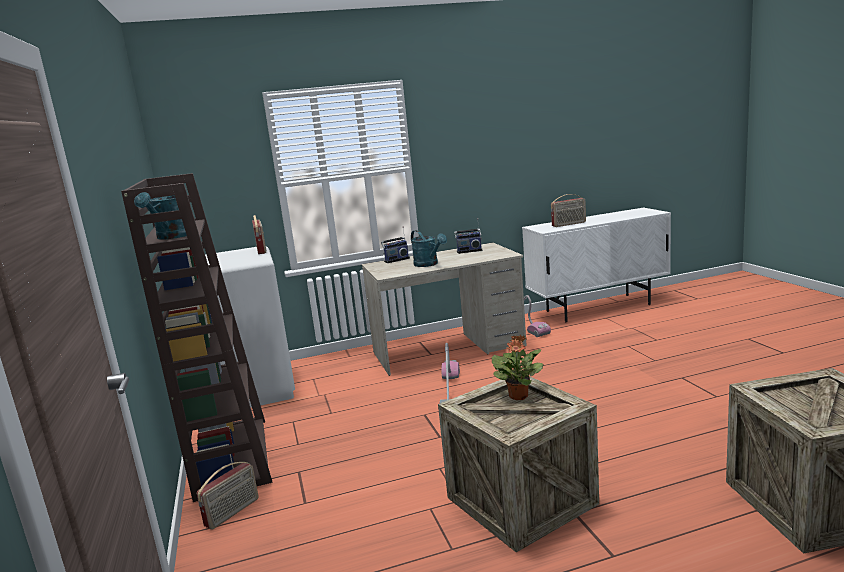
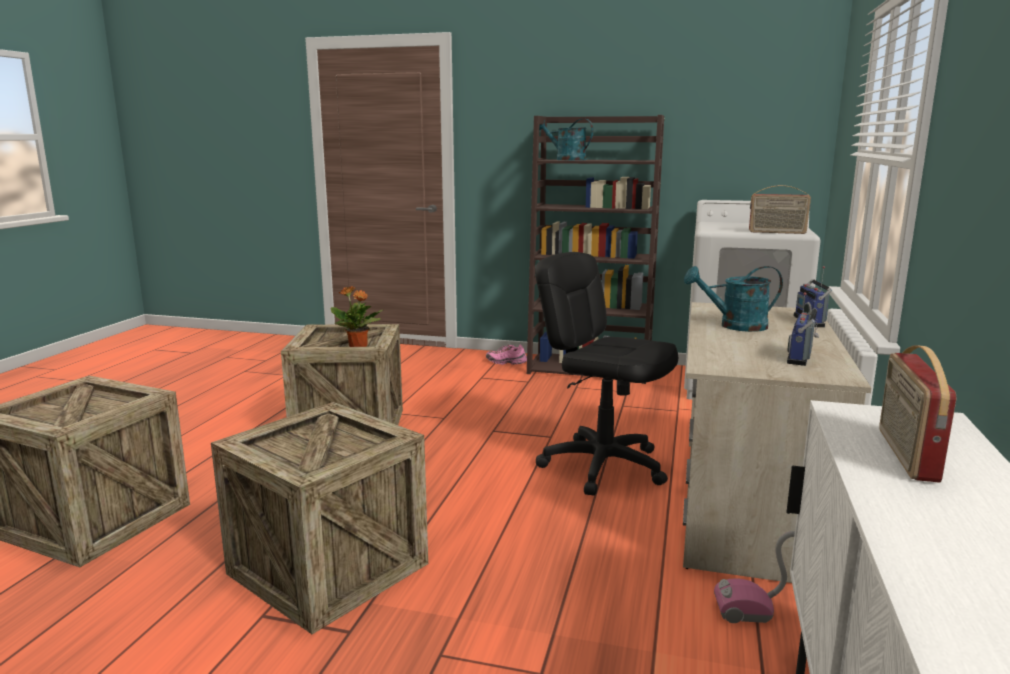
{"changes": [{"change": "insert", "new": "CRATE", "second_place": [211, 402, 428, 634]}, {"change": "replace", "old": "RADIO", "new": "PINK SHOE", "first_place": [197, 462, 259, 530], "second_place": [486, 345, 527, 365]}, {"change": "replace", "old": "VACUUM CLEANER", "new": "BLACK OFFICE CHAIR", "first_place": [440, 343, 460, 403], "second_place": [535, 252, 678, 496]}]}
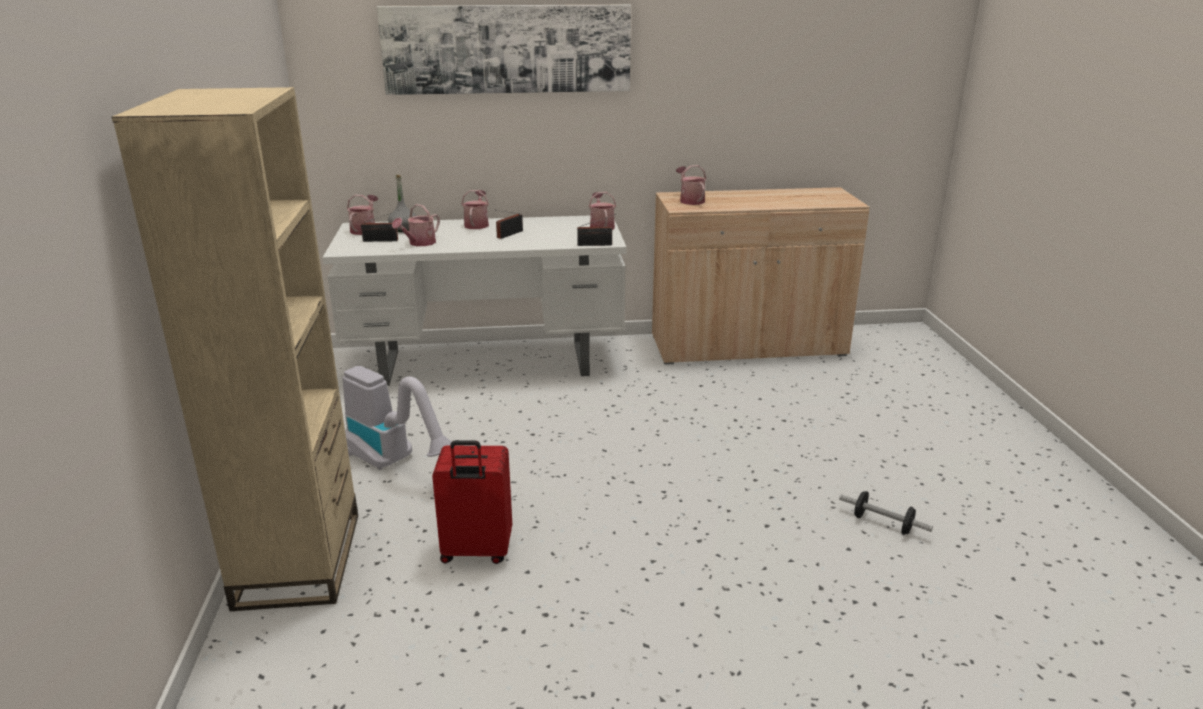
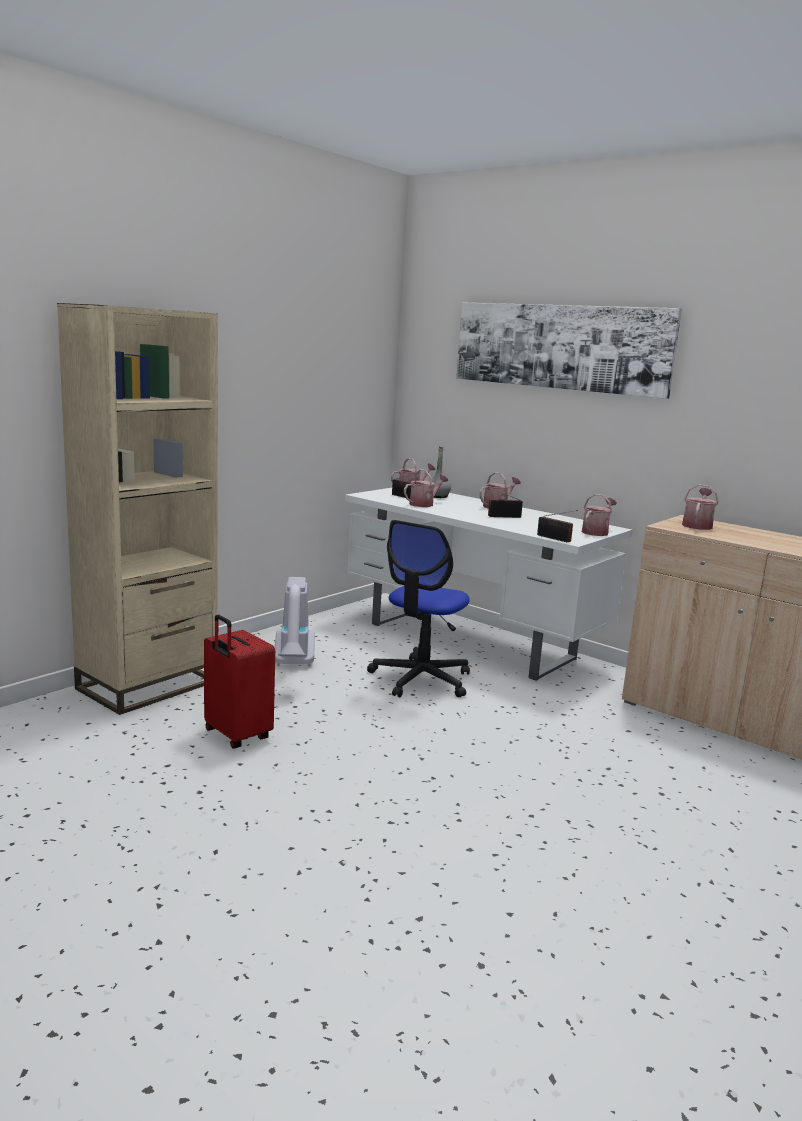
{"changes": [{"change": "delete", "old": "DUMBBELL", "first_place": [839, 491, 933, 535]}, {"change": "insert", "new": "OFFICE CHAIR", "second_place": [367, 520, 470, 697]}, {"change": "rotate", "old": "WATERING CAN", "first_place": [392, 204, 440, 246], "second_place": [404, 469, 448, 507], "degrees": 150}]}
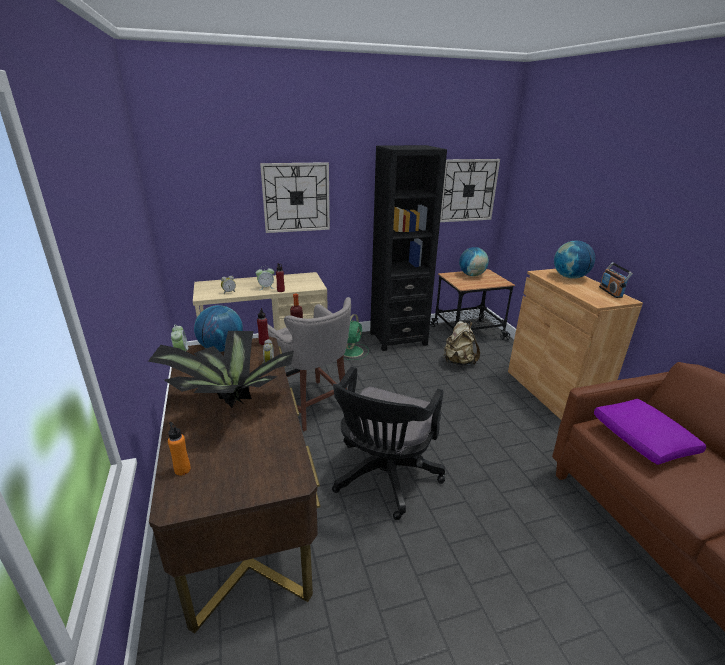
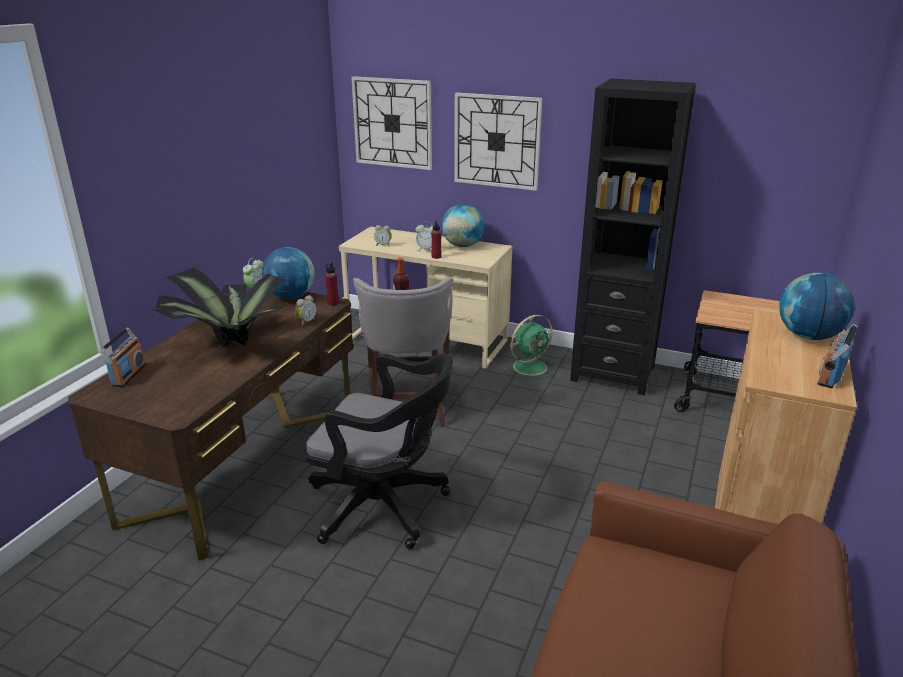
{"changes": [{"change": "delete", "old": "BEIGE BACKPACK", "first_place": [443, 321, 480, 365]}, {"change": "delete", "old": "PURPLE PILLOW", "first_place": [594, 399, 706, 465]}, {"change": "move", "old": "WALL CLOCK", "first_place": [440, 159, 500, 222], "second_place": [351, 76, 432, 170]}, {"change": "move", "old": "GLOBE", "first_place": [459, 247, 489, 276], "second_place": [442, 204, 485, 247]}, {"change": "replace", "old": "ORANGE BOTTLE", "new": "RADIO", "first_place": [168, 422, 191, 476], "second_place": [99, 327, 146, 387]}, {"change": "rotate", "old": "BLACK OFFICE CHAIR", "first_place": [332, 367, 445, 520], "second_place": [305, 353, 453, 549], "degrees": -135}]}
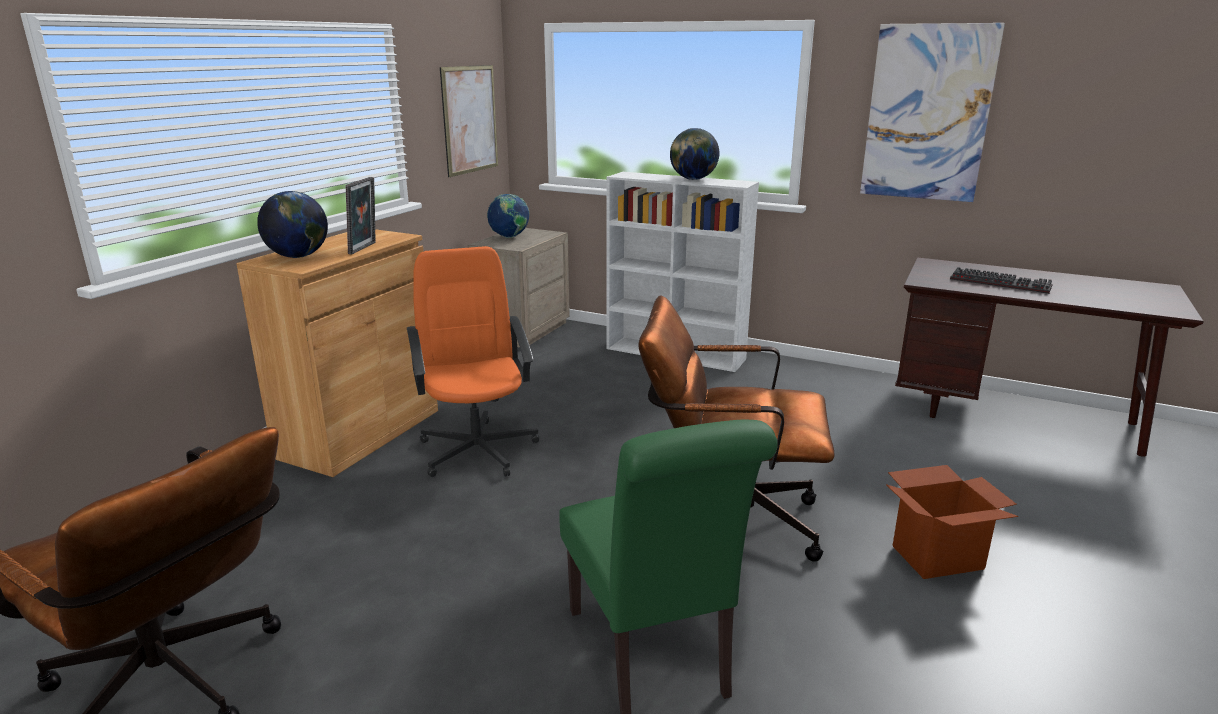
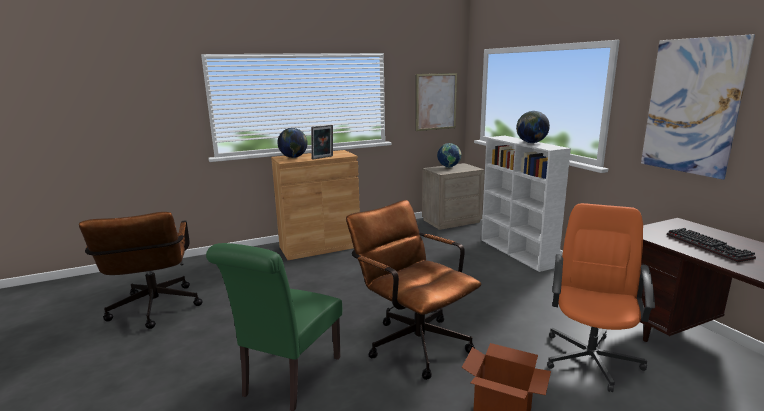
{"changes": [{"change": "move", "old": "ORANGE OFFICE CHAIR", "first_place": [407, 246, 539, 477], "second_place": [547, 203, 655, 392]}]}
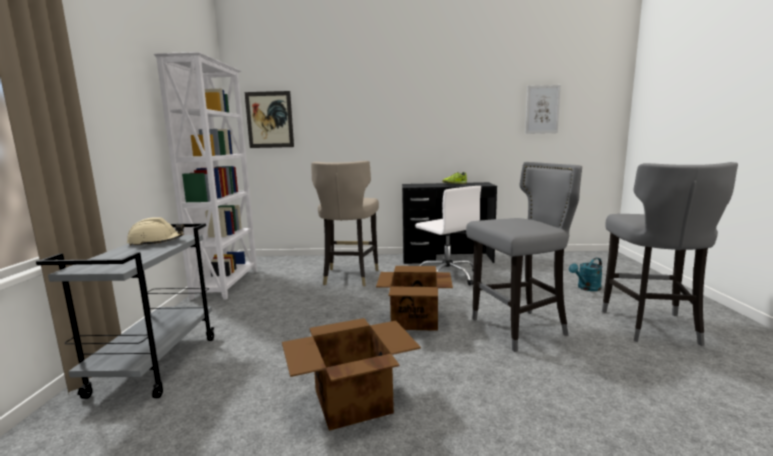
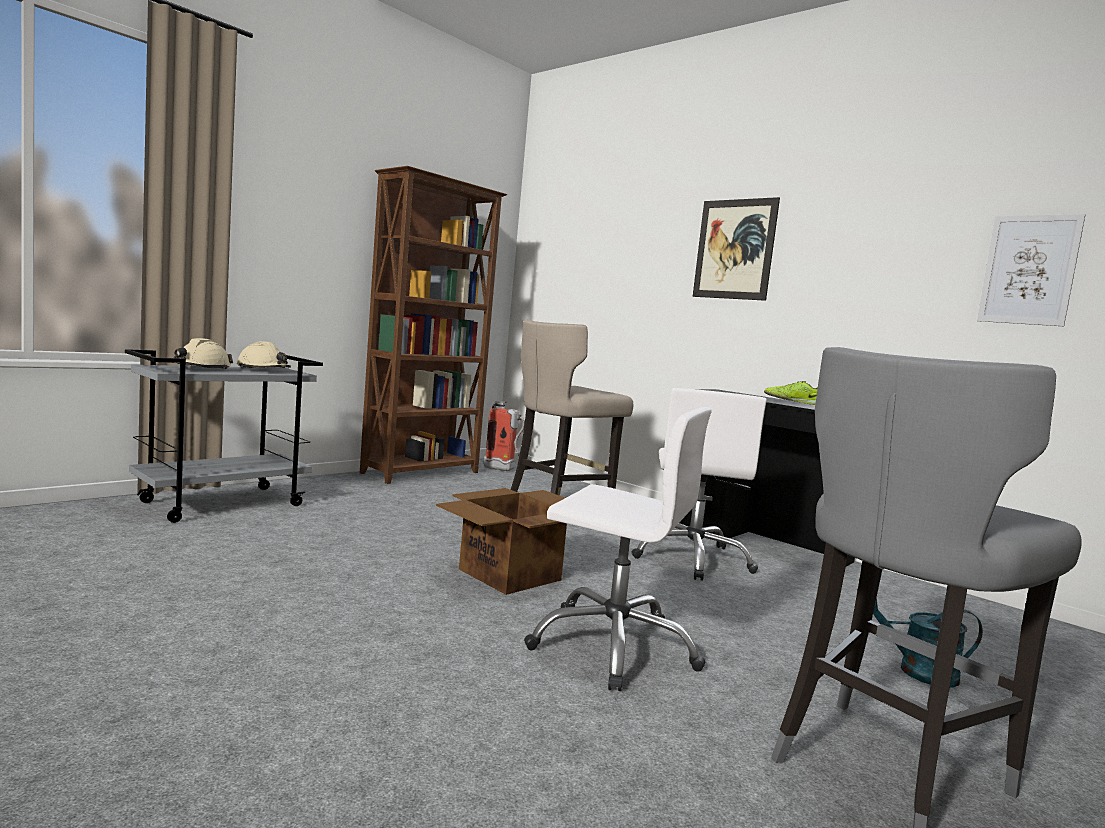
{"changes": [{"change": "delete", "old": "CARDBOARD BOX", "first_place": [282, 318, 421, 431]}, {"change": "insert", "new": "BEIGE HARD HAT", "second_place": [171, 338, 233, 370]}, {"change": "insert", "new": "FIRE EXTINGUISHER", "second_place": [484, 401, 525, 471]}, {"change": "move", "old": "PICTURE", "first_place": [245, 91, 294, 148], "second_place": [693, 197, 780, 301]}, {"change": "replace", "old": "GREY STOOL", "new": "WHITE OFFICE CHAIR", "first_place": [466, 162, 582, 352], "second_place": [524, 407, 712, 691]}, {"change": "recolor", "old": "WHITE BOOKCASE", "new": "BROWN BOOKCASE", "first_place": [154, 52, 257, 300], "second_place": [360, 166, 507, 484]}]}
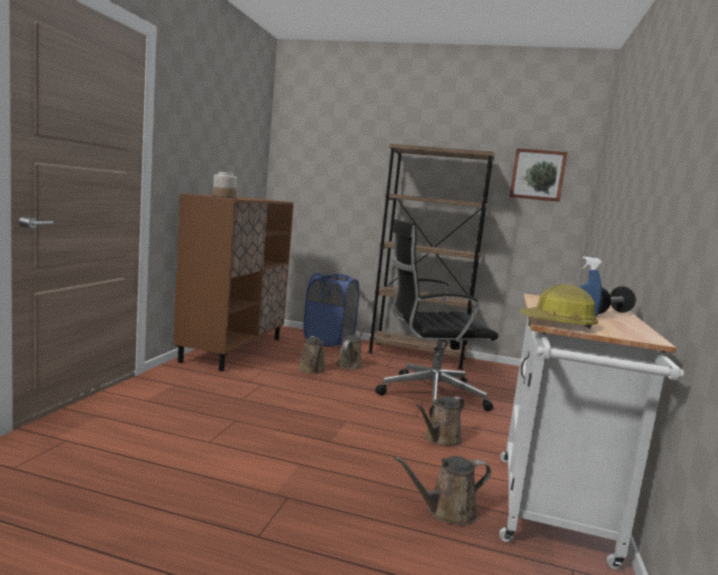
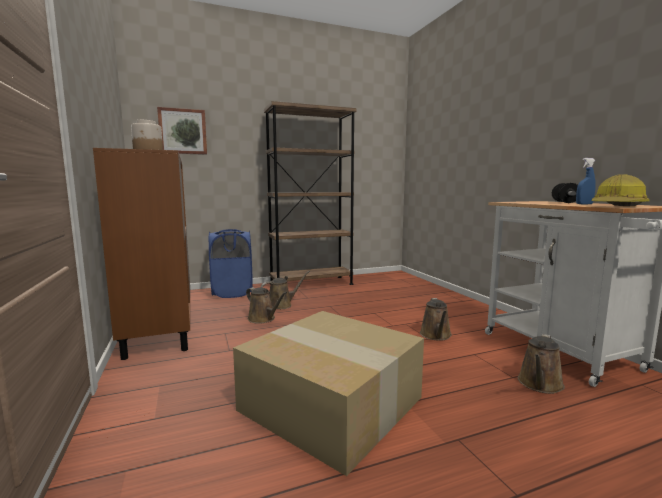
{"changes": [{"change": "delete", "old": "BLACK OFFICE CHAIR", "first_place": [375, 219, 499, 417]}, {"change": "insert", "new": "CARDBOARD BOX", "second_place": [233, 311, 424, 476]}, {"change": "move", "old": "PICTURE", "first_place": [509, 148, 568, 202], "second_place": [157, 107, 207, 155]}, {"change": "rotate", "old": "BROWN WATERING CAN", "first_place": [336, 325, 365, 370], "second_place": [261, 270, 310, 309], "degrees": 75}]}
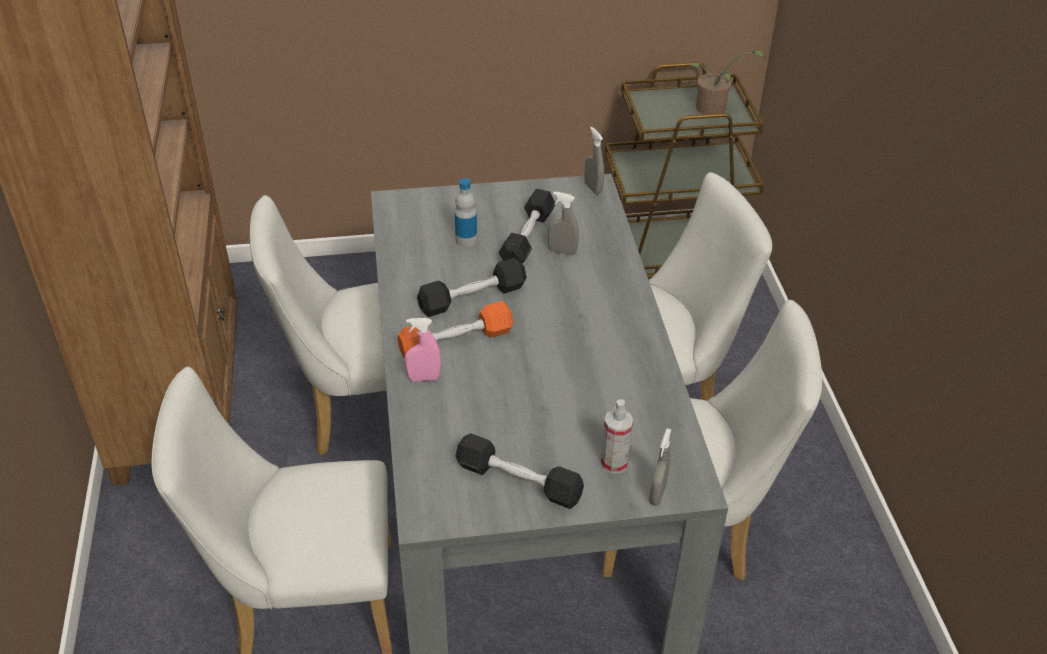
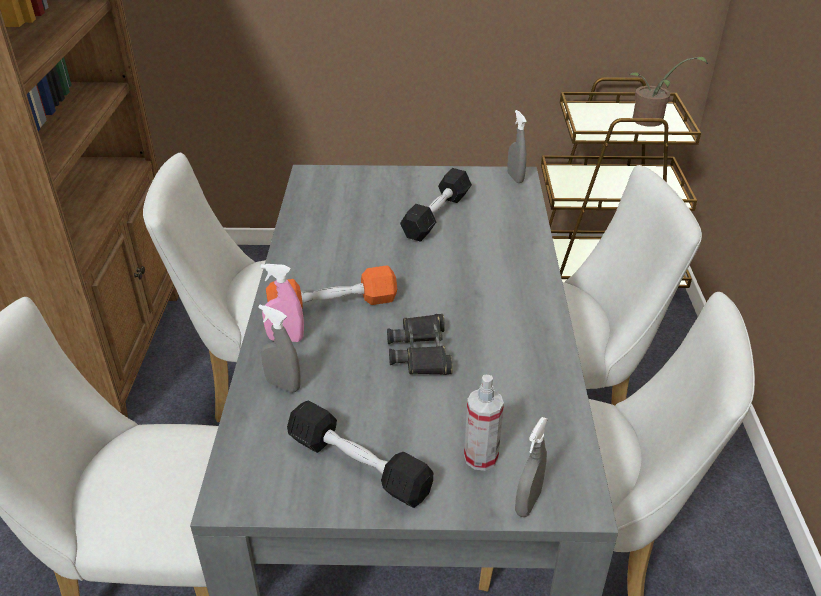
{"changes": [{"change": "delete", "old": "BLACK DUMBBELL", "first_place": [417, 258, 527, 317]}, {"change": "delete", "old": "BOTTLE", "first_place": [455, 178, 477, 247]}, {"change": "insert", "new": "BLACK BINOCULARS", "second_place": [387, 314, 453, 375]}, {"change": "move", "old": "GREY SPRAY BOTTLE", "first_place": [548, 192, 579, 256], "second_place": [258, 305, 300, 392]}]}
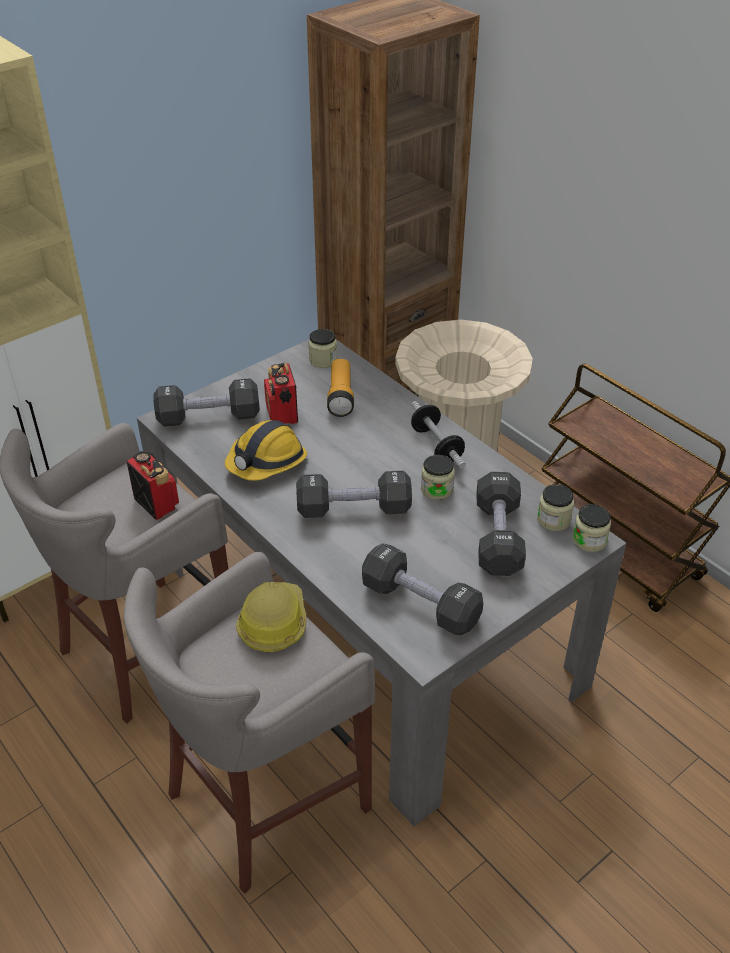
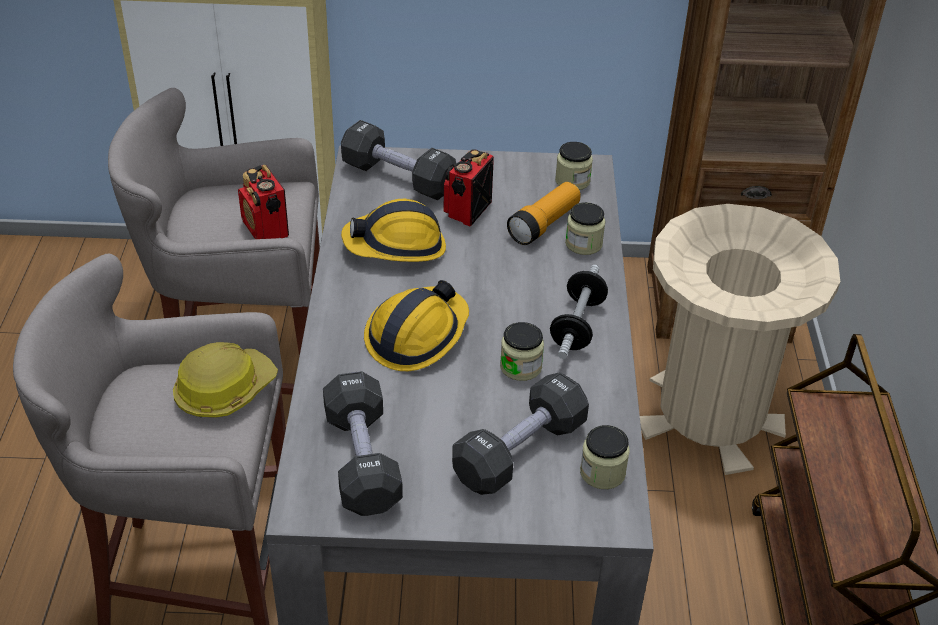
{"changes": [{"change": "move", "old": "JAR", "first_place": [572, 504, 611, 552], "second_place": [565, 202, 606, 255]}, {"change": "replace", "old": "BLACK DUMBBELL", "new": "HARD HAT", "first_place": [296, 471, 412, 518], "second_place": [364, 280, 469, 371]}, {"change": "rotate", "old": "RADIO", "first_place": [127, 451, 179, 520], "second_place": [238, 165, 289, 239], "degrees": 150}]}
